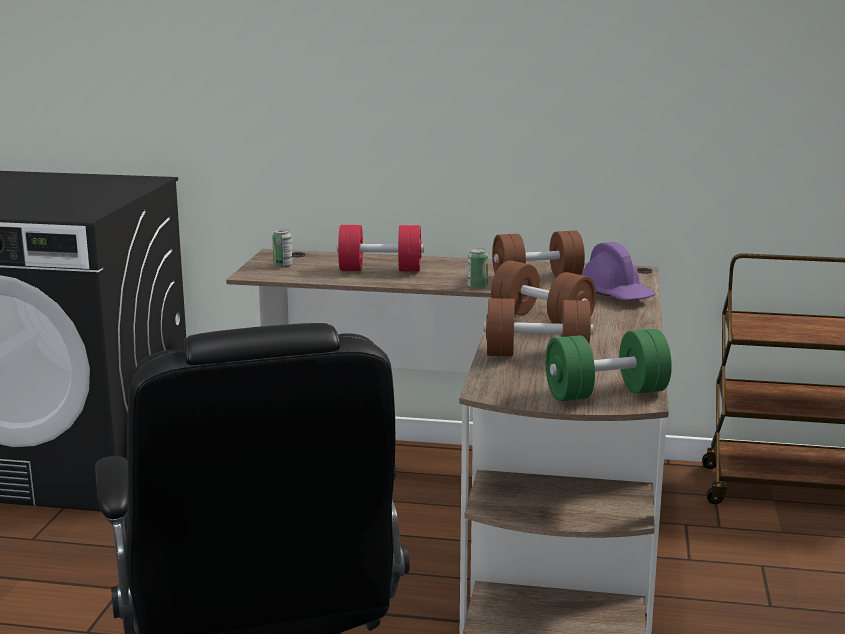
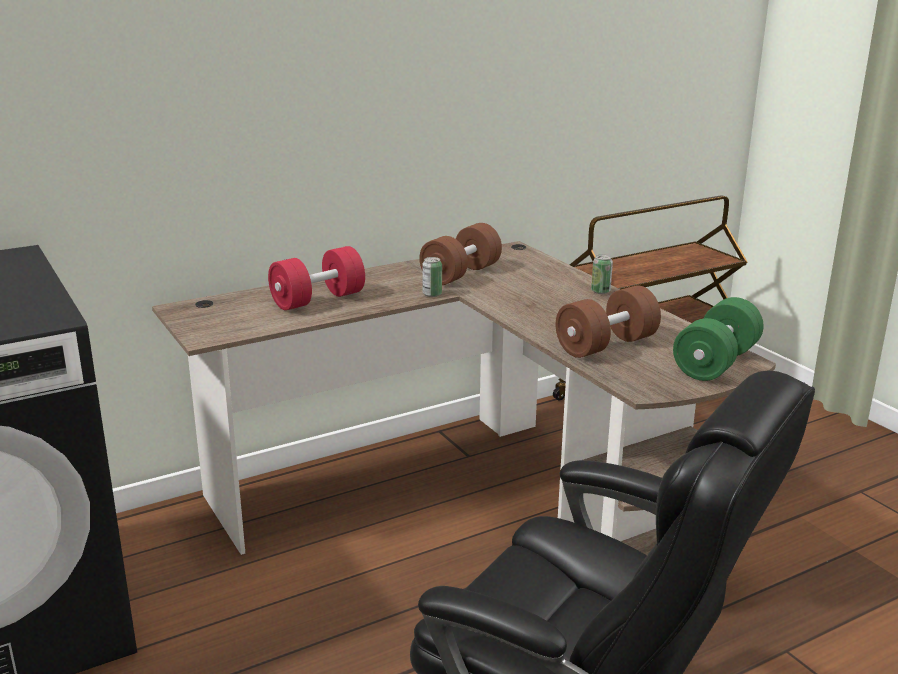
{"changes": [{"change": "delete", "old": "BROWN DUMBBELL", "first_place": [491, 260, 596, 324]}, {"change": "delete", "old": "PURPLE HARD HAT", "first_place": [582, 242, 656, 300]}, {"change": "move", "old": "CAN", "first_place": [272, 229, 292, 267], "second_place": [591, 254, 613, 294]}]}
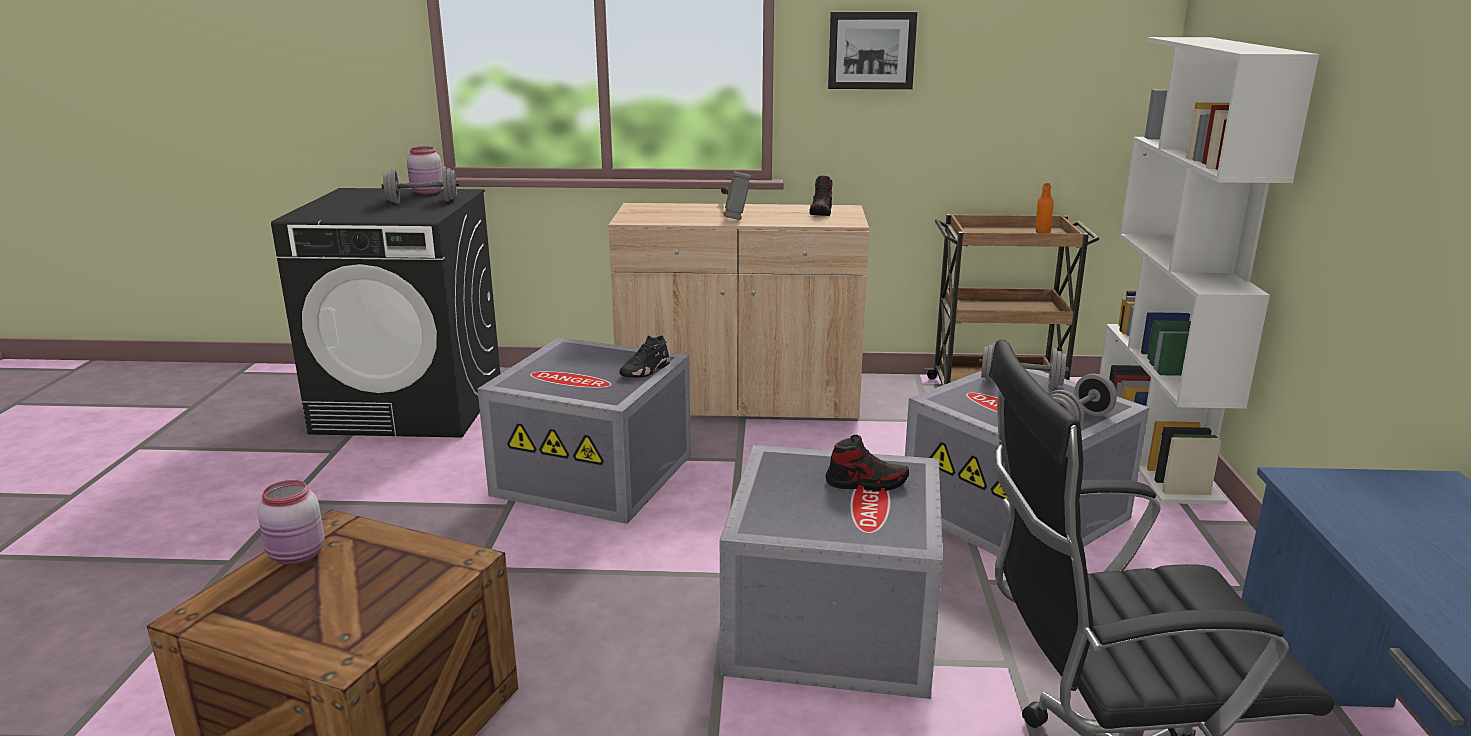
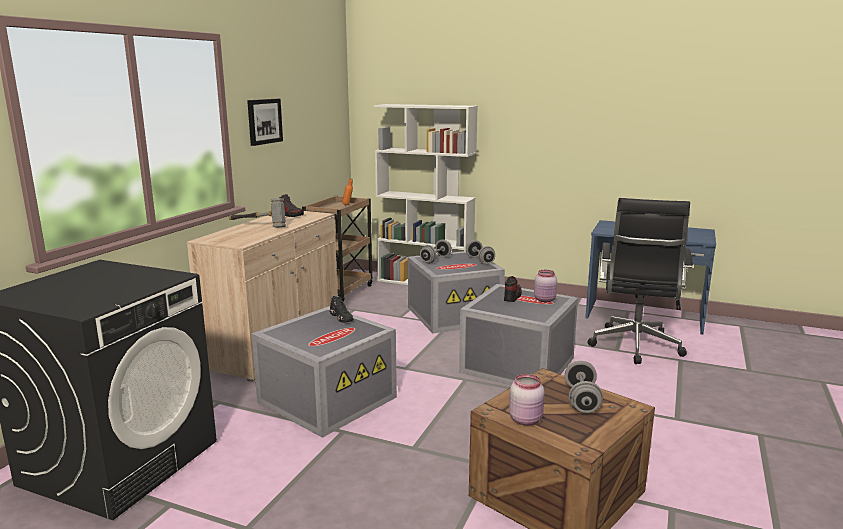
{"changes": [{"change": "move", "old": "GREY DUMBBELL", "first_place": [382, 167, 459, 204], "second_place": [565, 361, 603, 413]}, {"change": "move", "old": "PINK JAR", "first_place": [407, 147, 443, 195], "second_place": [534, 270, 557, 302]}]}
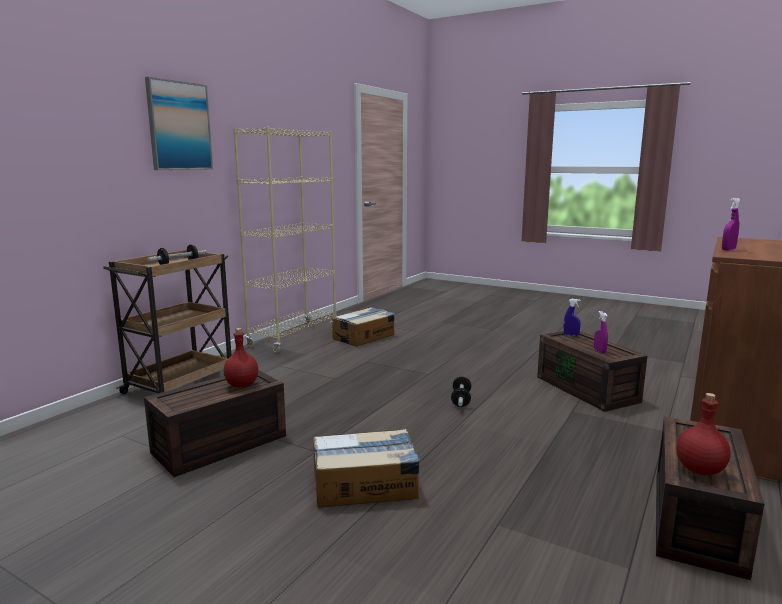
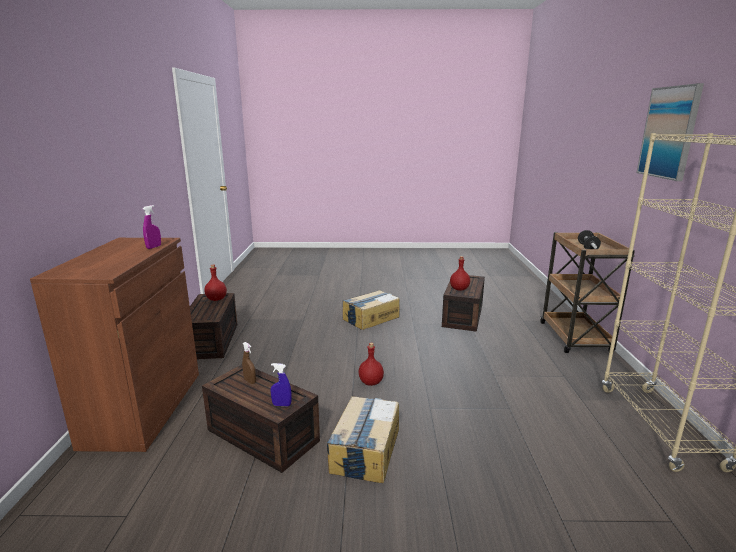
{"changes": [{"change": "move", "old": "CARDBOARD BOX", "first_place": [332, 307, 395, 346], "second_place": [326, 396, 399, 483]}, {"change": "replace", "old": "DUMBBELL", "new": "RED BOTTLE", "first_place": [451, 376, 471, 407], "second_place": [359, 343, 384, 386]}, {"change": "recolor", "old": "PURPLE SPRAY BOTTLE", "new": "BROWN SPRAY BOTTLE", "first_place": [594, 311, 608, 354], "second_place": [242, 342, 256, 384]}]}
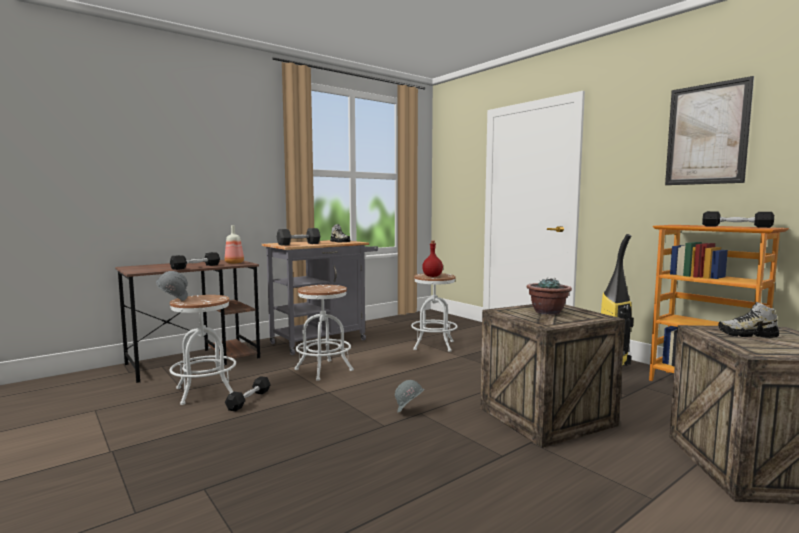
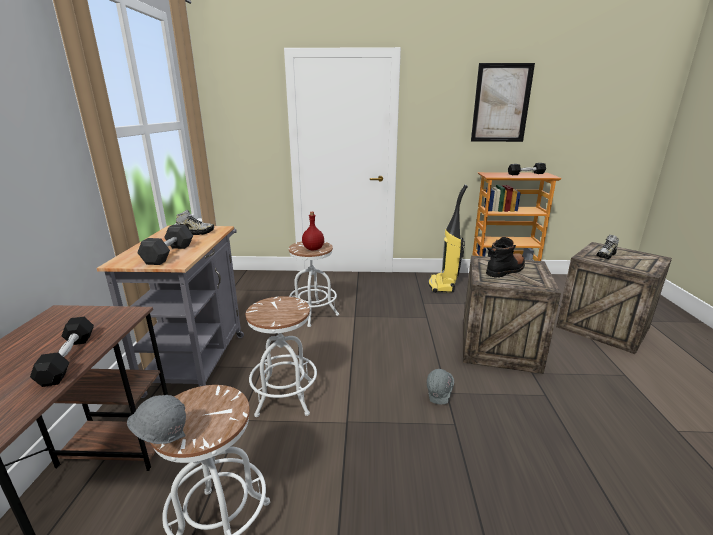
{"changes": [{"change": "delete", "old": "BOTTLE", "first_place": [225, 225, 244, 264]}, {"change": "delete", "old": "BLACK DUMBBELL", "first_place": [225, 376, 271, 412]}, {"change": "replace", "old": "POTTED PLANT", "new": "BLACK BOOT", "first_place": [527, 277, 572, 315], "second_place": [486, 237, 525, 278]}]}
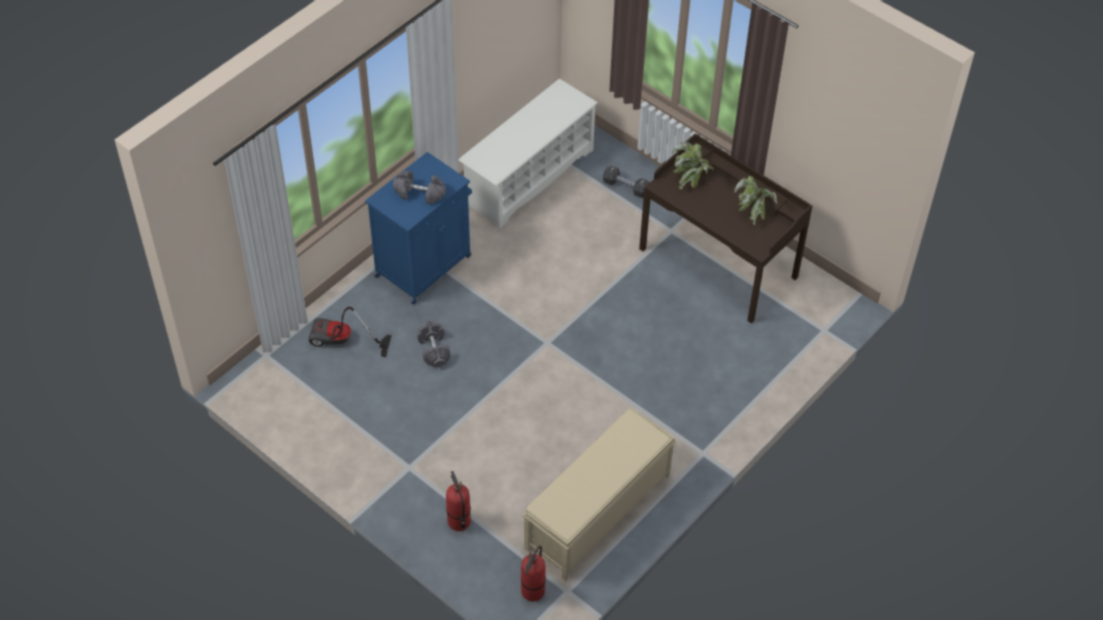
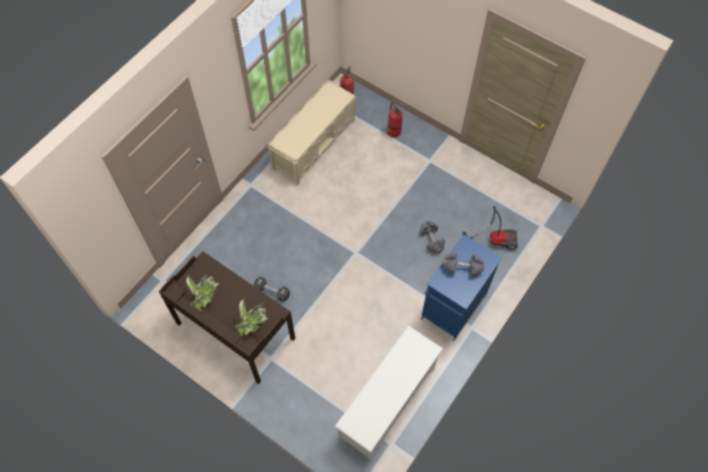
{"changes": [{"change": "move", "old": "BLACK DUMBBELL", "first_place": [603, 166, 650, 198], "second_place": [254, 277, 290, 302]}]}
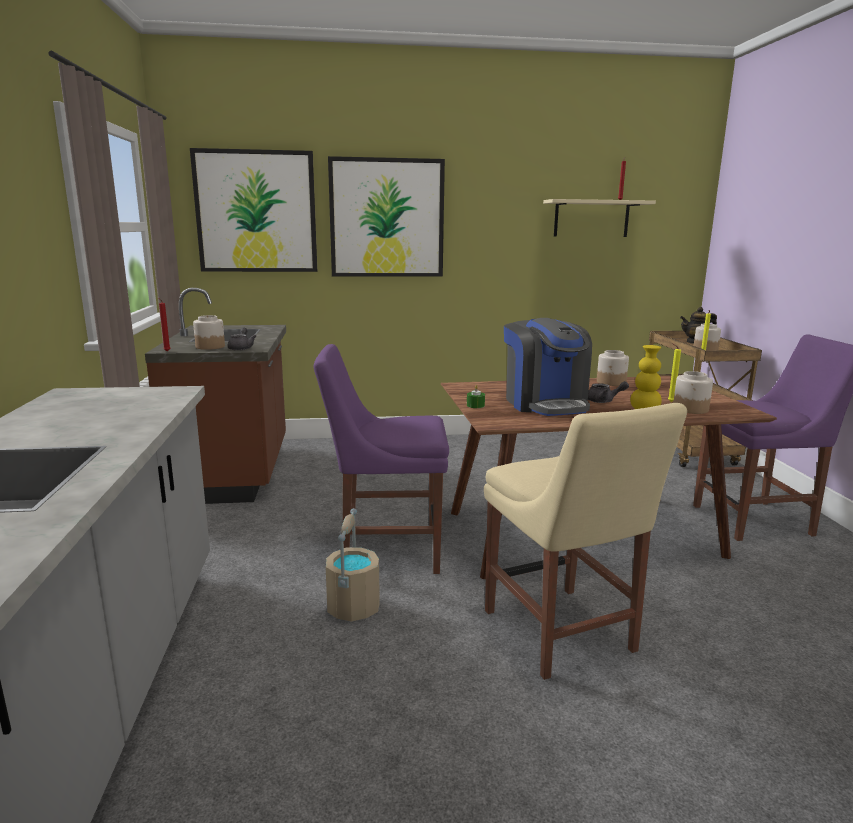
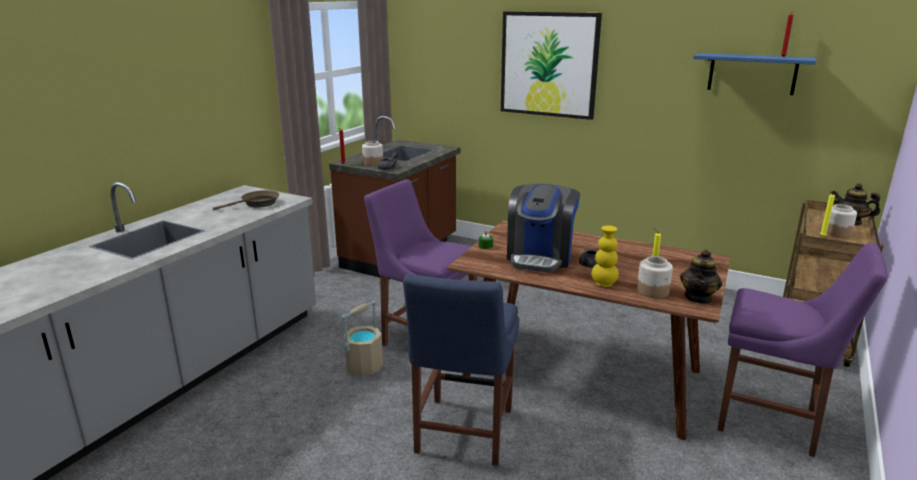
{"changes": [{"change": "delete", "old": "PICTURE", "first_place": [190, 148, 317, 272]}, {"change": "delete", "old": "JAR", "first_place": [597, 350, 629, 386]}, {"change": "insert", "new": "BROWN FRYING PAN", "second_place": [213, 190, 279, 210]}, {"change": "insert", "new": "TEAPOT", "second_place": [680, 249, 722, 304]}, {"change": "recolor", "old": "BEIGE CHAIR", "new": "BLUE CHAIR", "first_place": [484, 403, 687, 680], "second_place": [403, 274, 519, 466]}, {"change": "recolor", "old": "BEIGE SHELF", "new": "BLUE SHELF", "first_place": [543, 199, 656, 237], "second_place": [693, 53, 817, 95]}]}
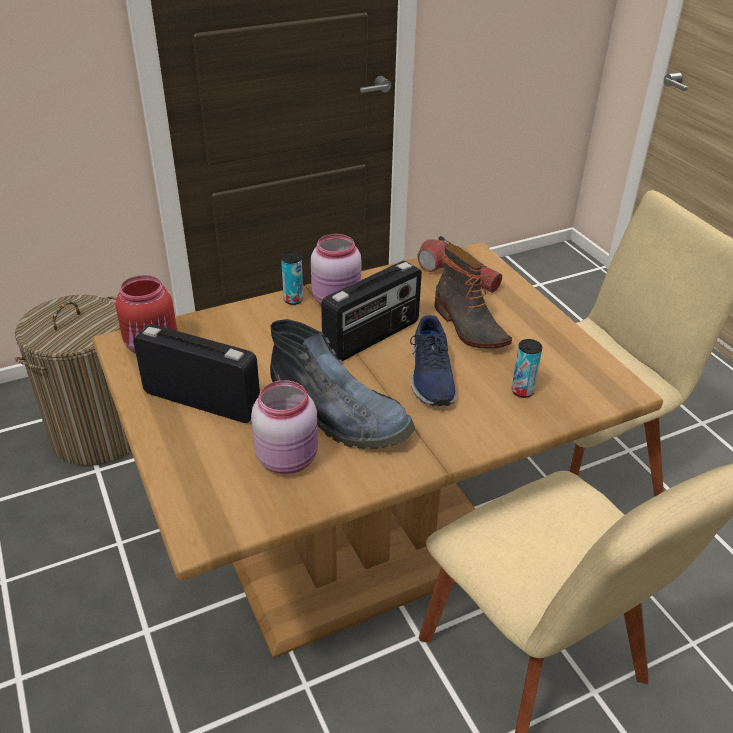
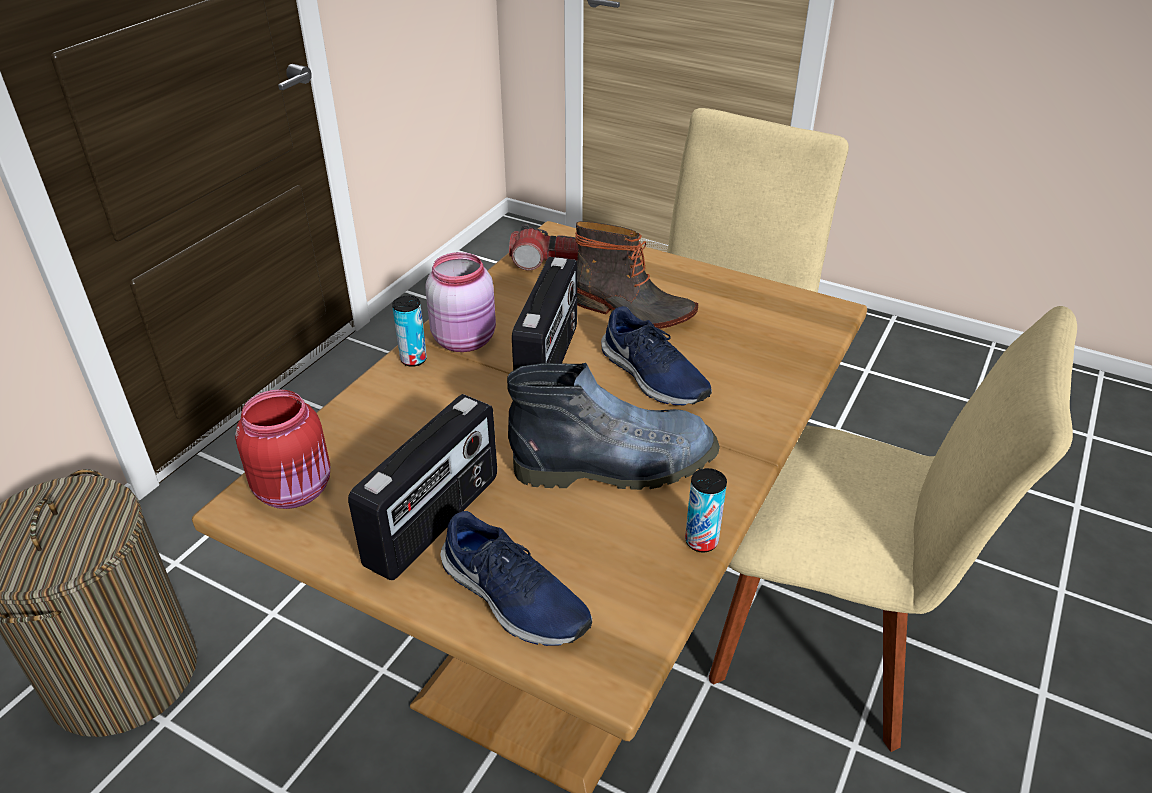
{"changes": [{"change": "delete", "old": "PINK JAR", "first_place": [251, 380, 318, 474]}, {"change": "insert", "new": "BLUE SHOE", "second_place": [440, 511, 592, 646]}, {"change": "move", "old": "CAN", "first_place": [512, 339, 542, 398], "second_place": [685, 468, 727, 552]}, {"change": "rotate", "old": "RADIO", "first_place": [133, 324, 260, 423], "second_place": [348, 394, 497, 580], "degrees": 135}]}
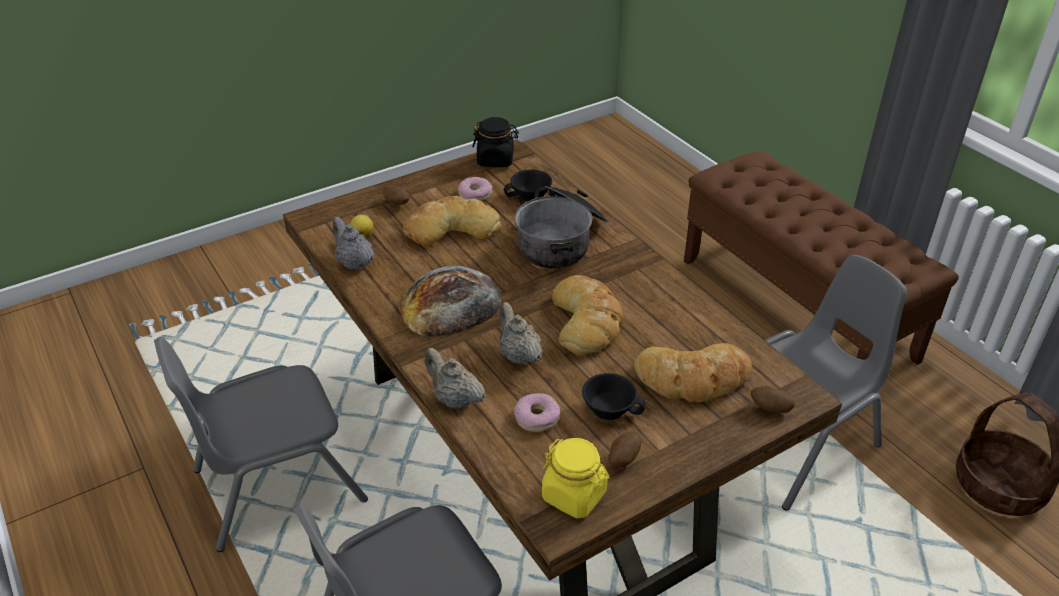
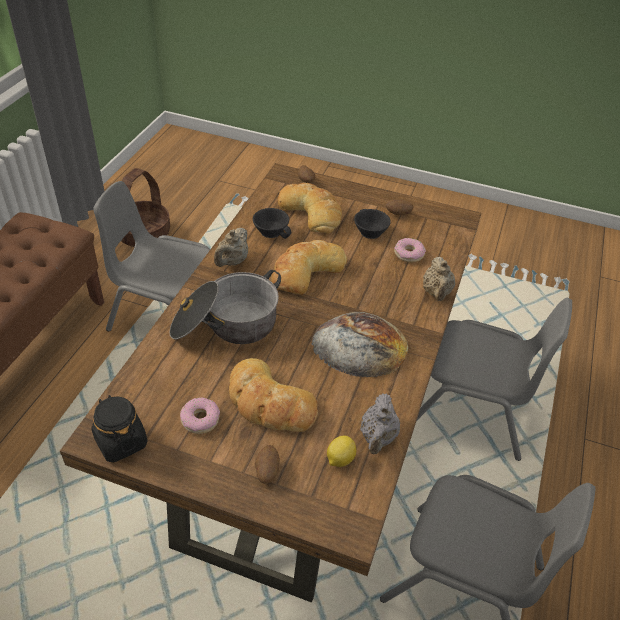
{"changes": [{"change": "delete", "old": "YELLOW JAR", "first_place": [542, 438, 610, 519]}, {"change": "move", "old": "BEIGE TEAPOT", "first_place": [499, 302, 543, 365], "second_place": [214, 228, 248, 267]}, {"change": "move", "old": "BLACK CUP", "first_place": [504, 169, 552, 202], "second_place": [253, 208, 291, 239]}]}
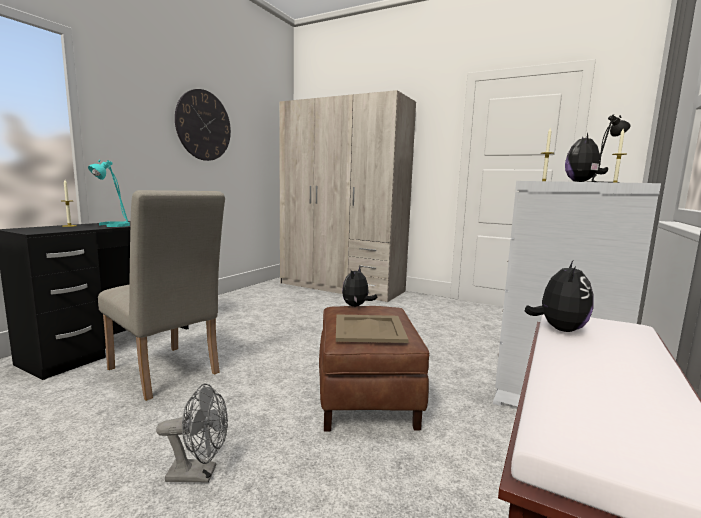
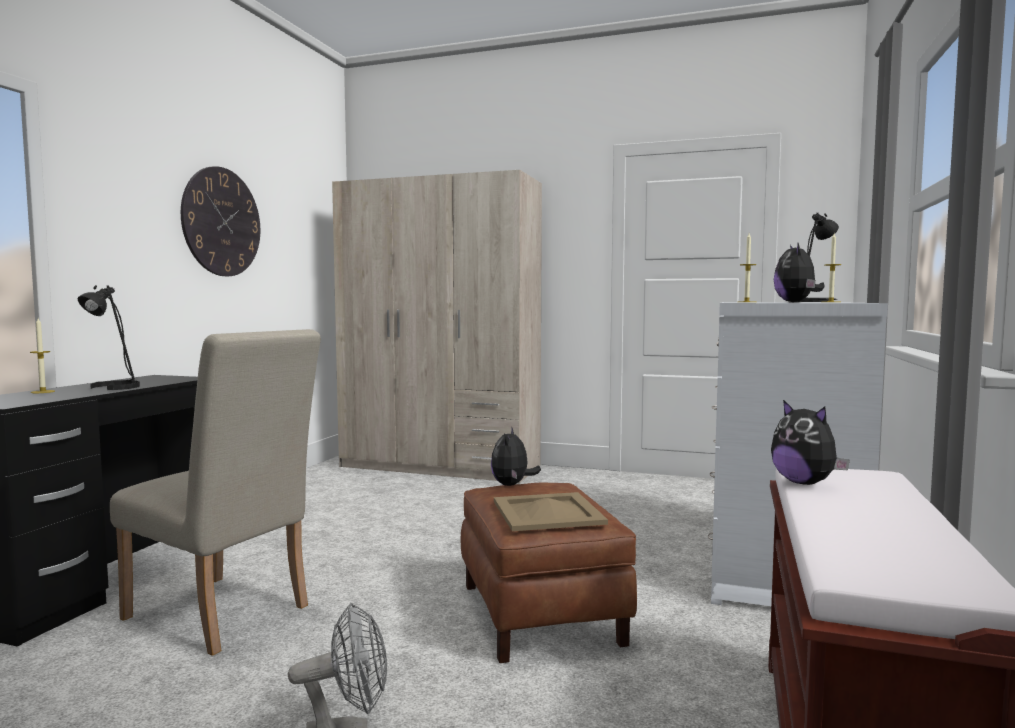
{"changes": [{"change": "recolor", "old": "TURQUOISE TABLE LAMP", "new": "BLACK TABLE LAMP", "first_place": [88, 160, 130, 227], "second_place": [78, 285, 140, 390]}, {"change": "rotate", "old": "PLUSH TOY", "first_place": [525, 261, 593, 332], "second_place": [771, 400, 850, 485], "degrees": 135}]}
